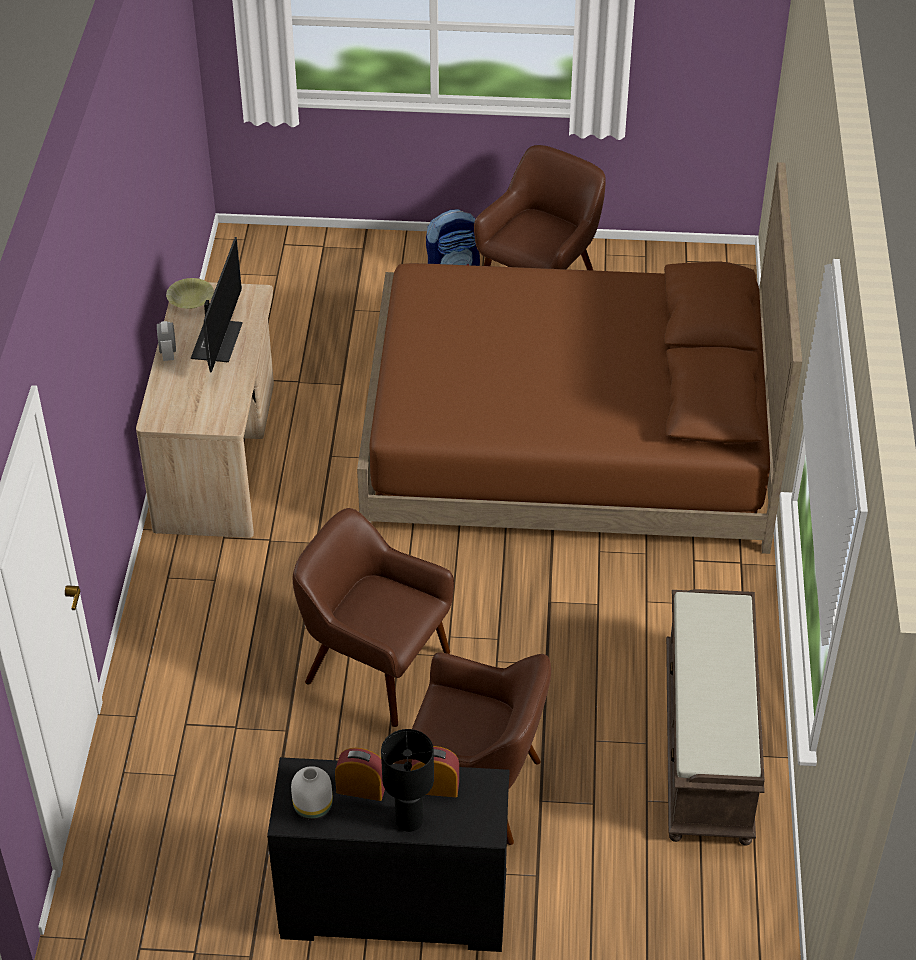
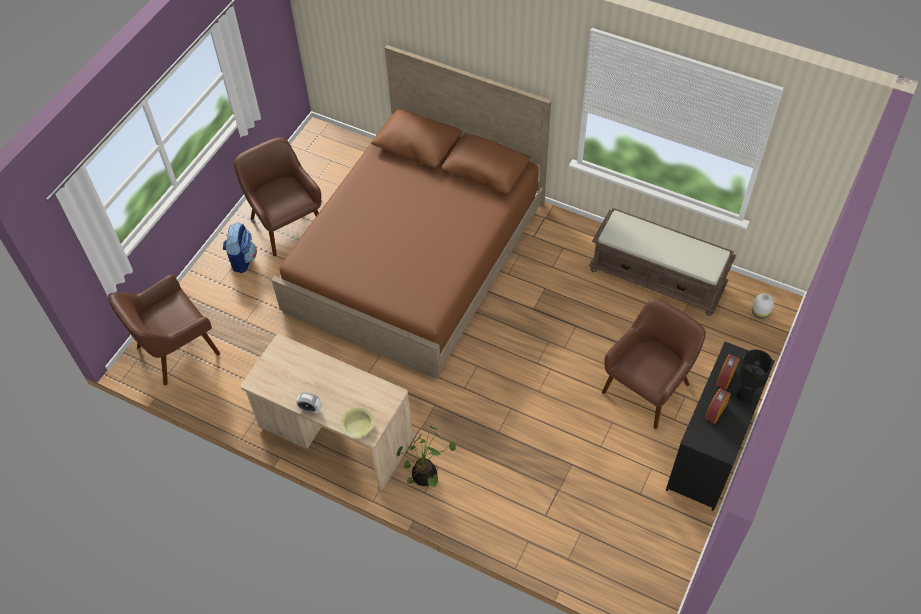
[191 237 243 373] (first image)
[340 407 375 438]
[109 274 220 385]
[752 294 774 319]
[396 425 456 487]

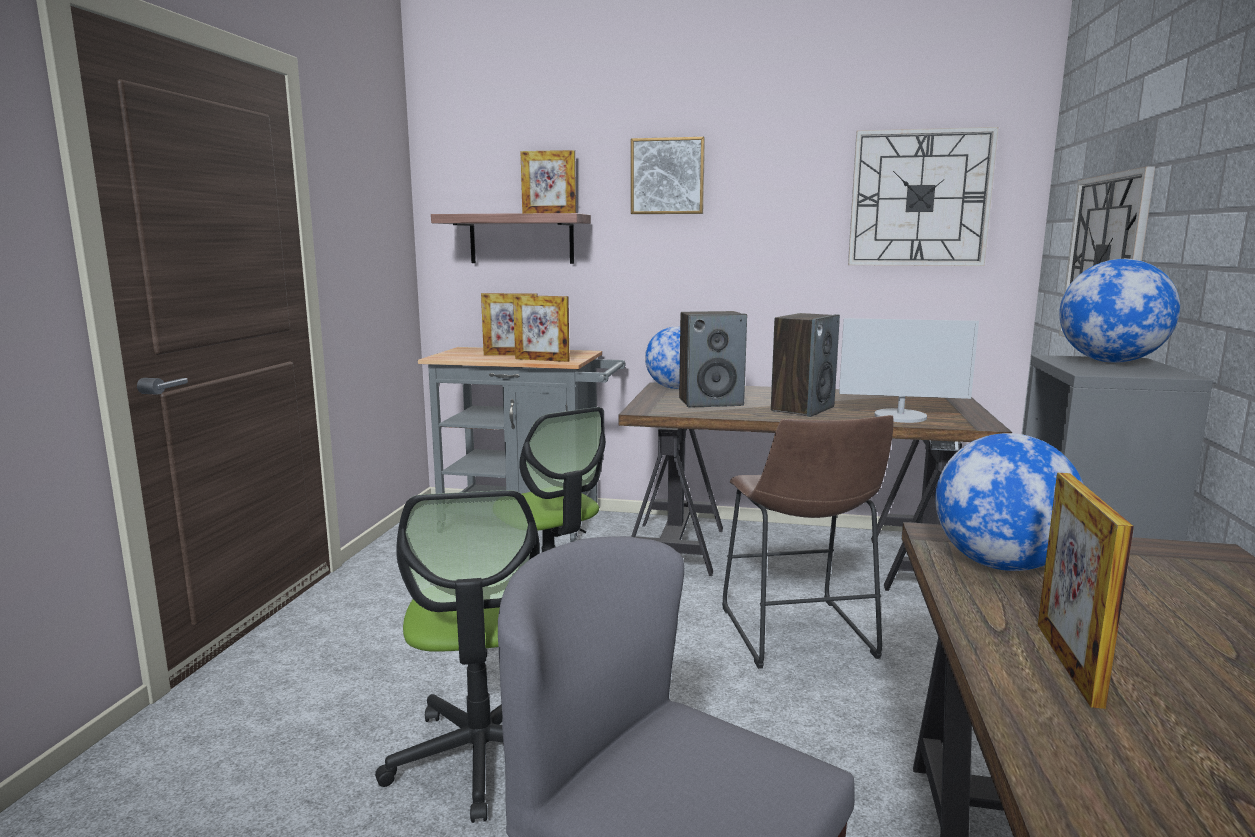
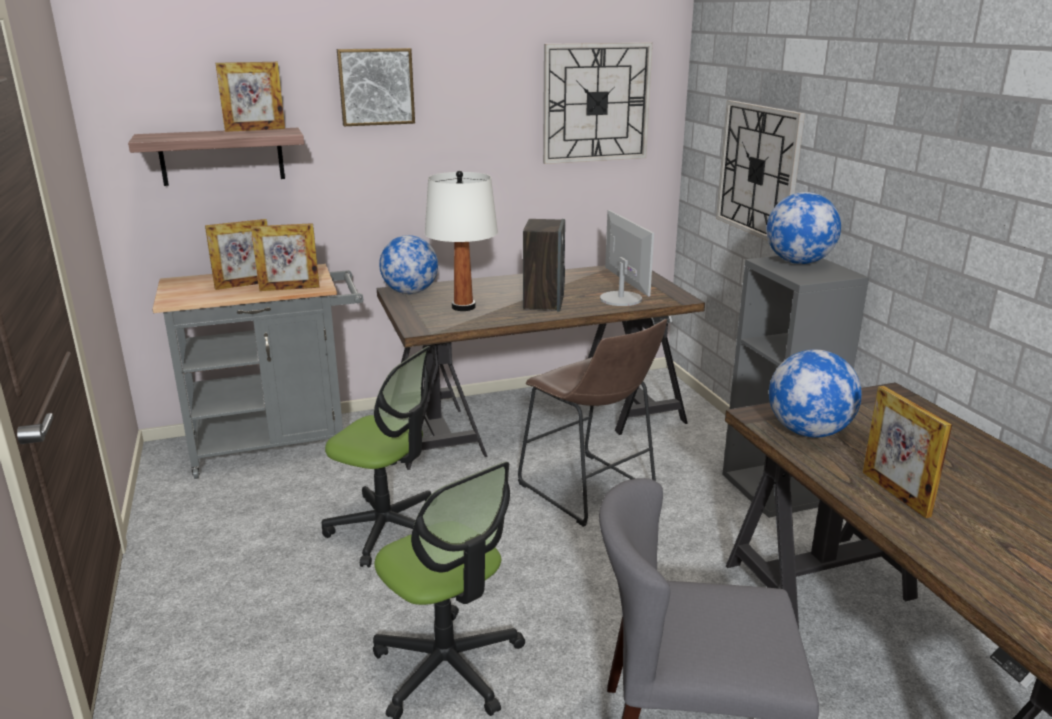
[425 170 498 311]
[600 210 654 306]

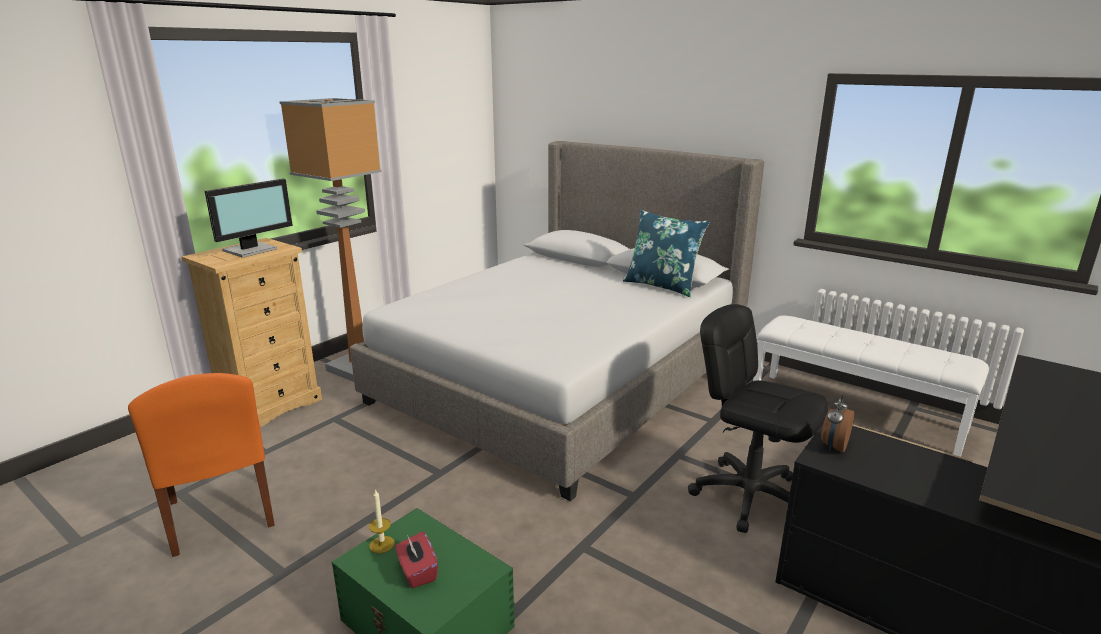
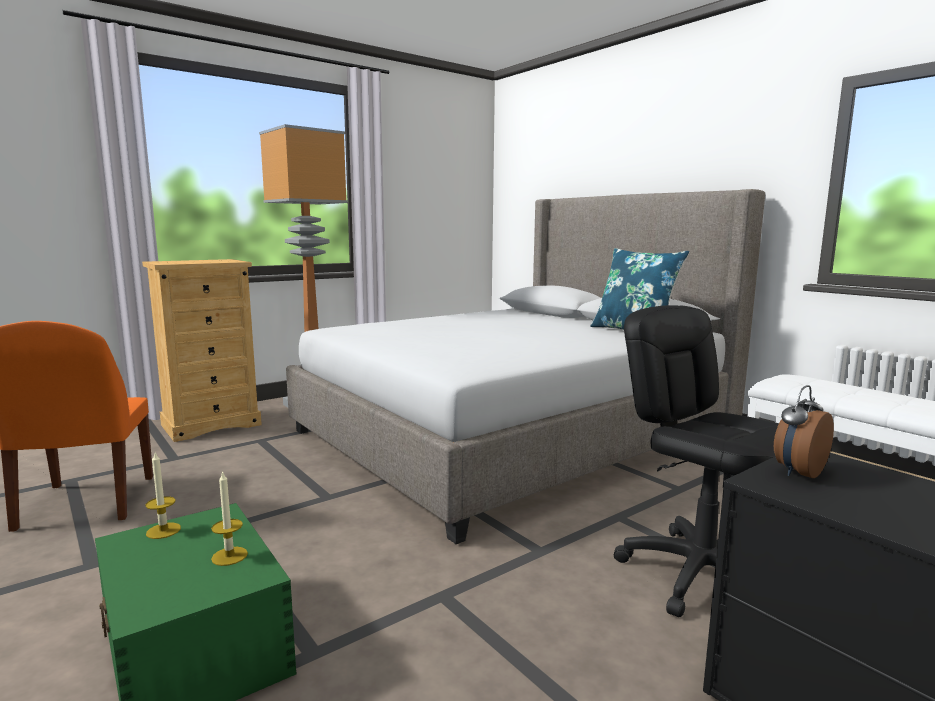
[205 179 293 258] (first image)
[395 531 438 588] (first image)
[211 471 248 566]

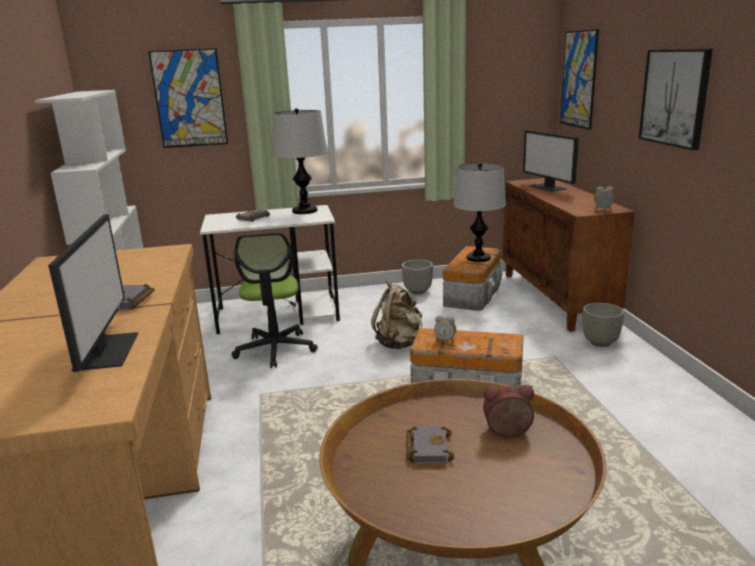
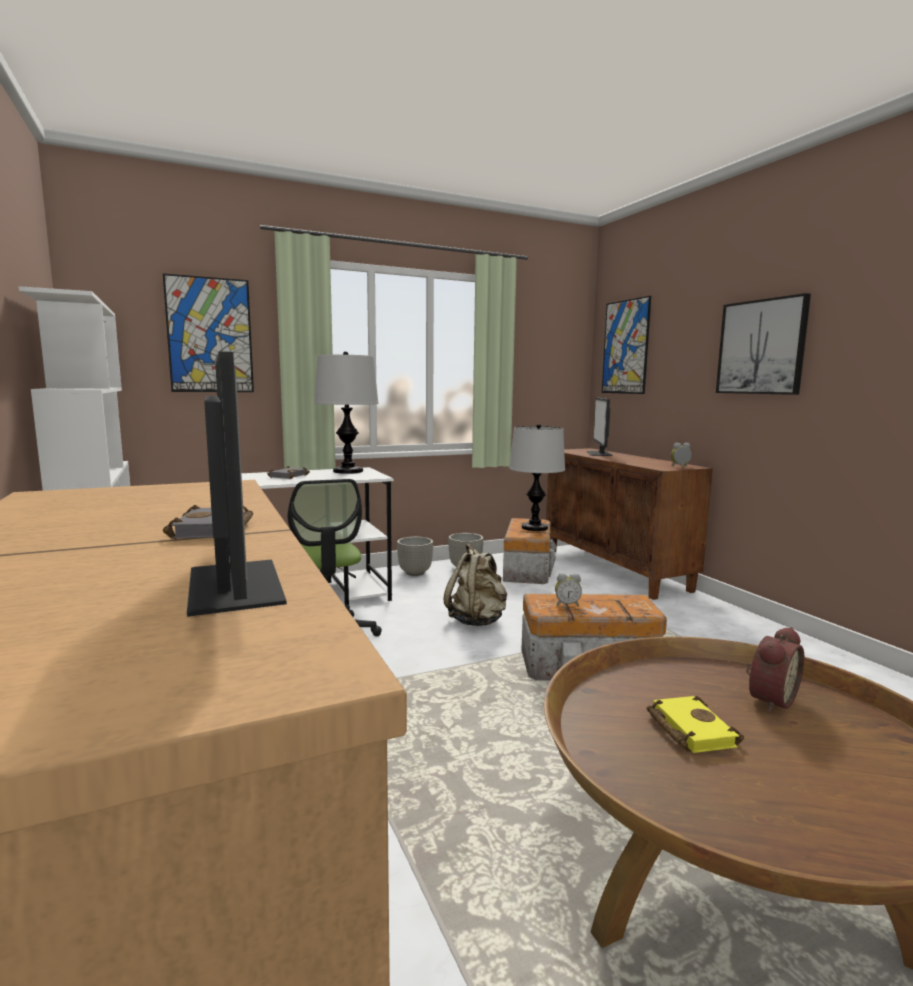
[587 398 613 456]
[397 537 433 576]
[746 627 804 712]
[646 696 744 753]

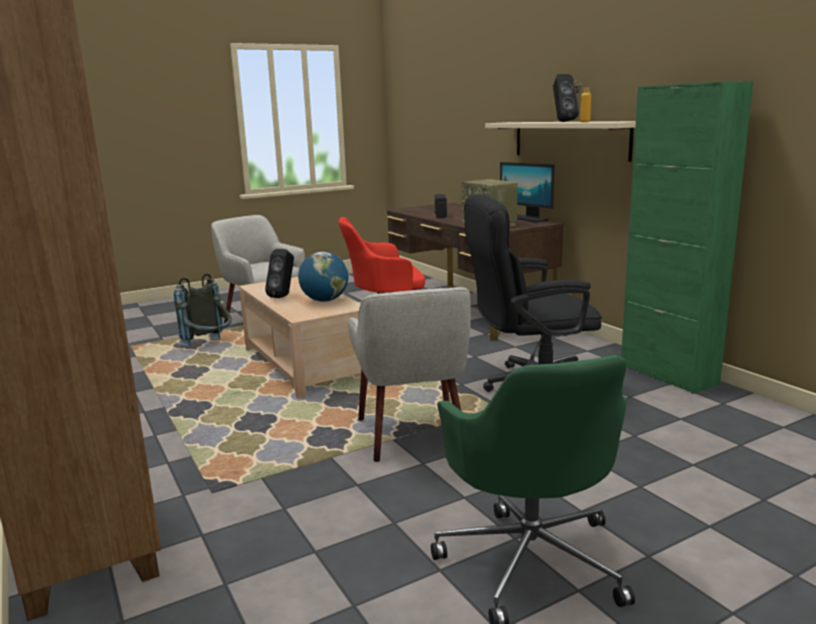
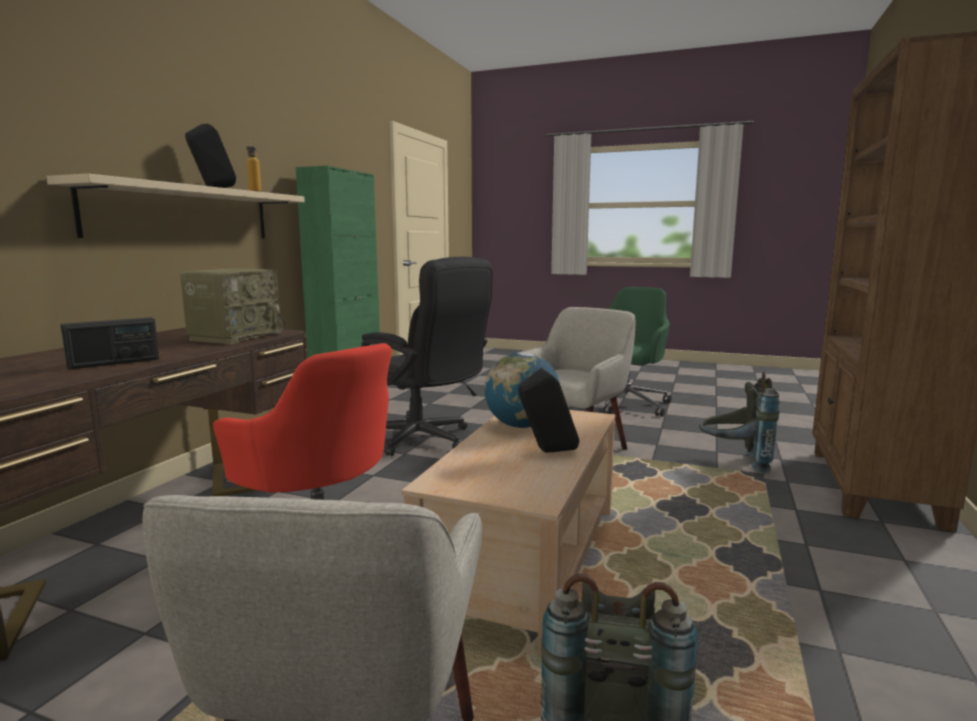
[500 162 555 223] (first image)
[699 371 779 474]

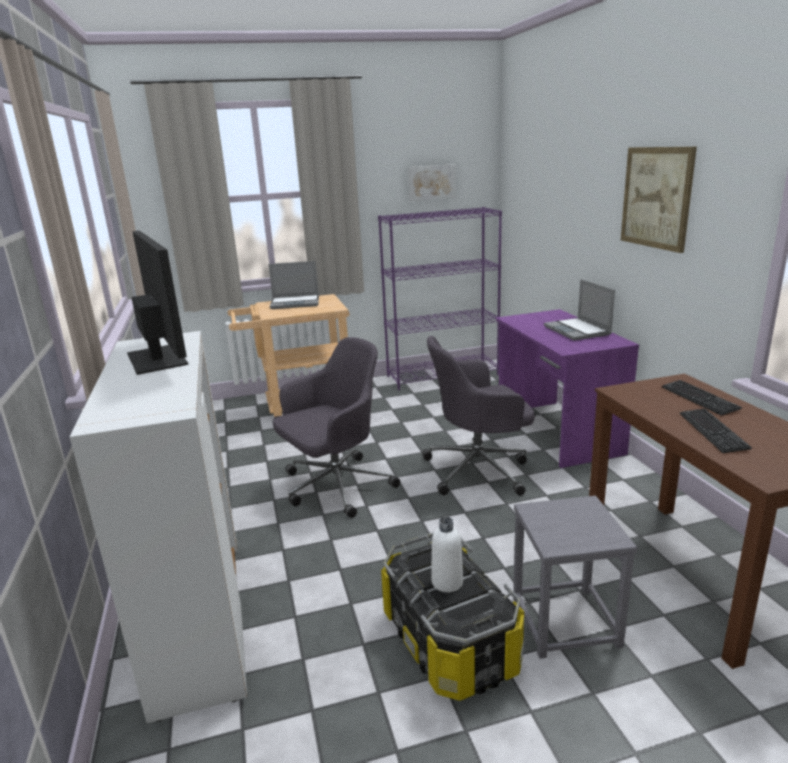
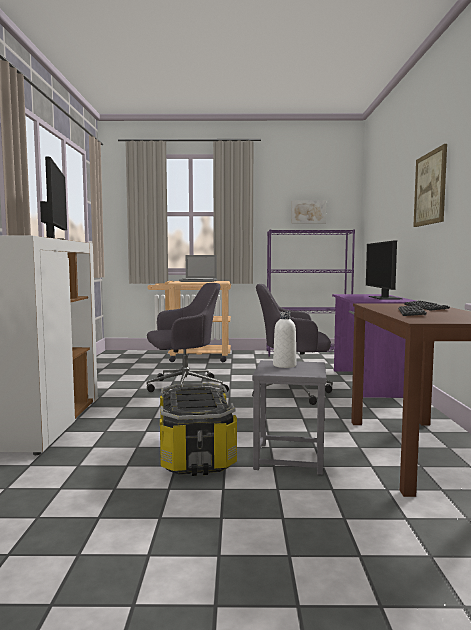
[366 241 403 299]
[273 311 297 368]

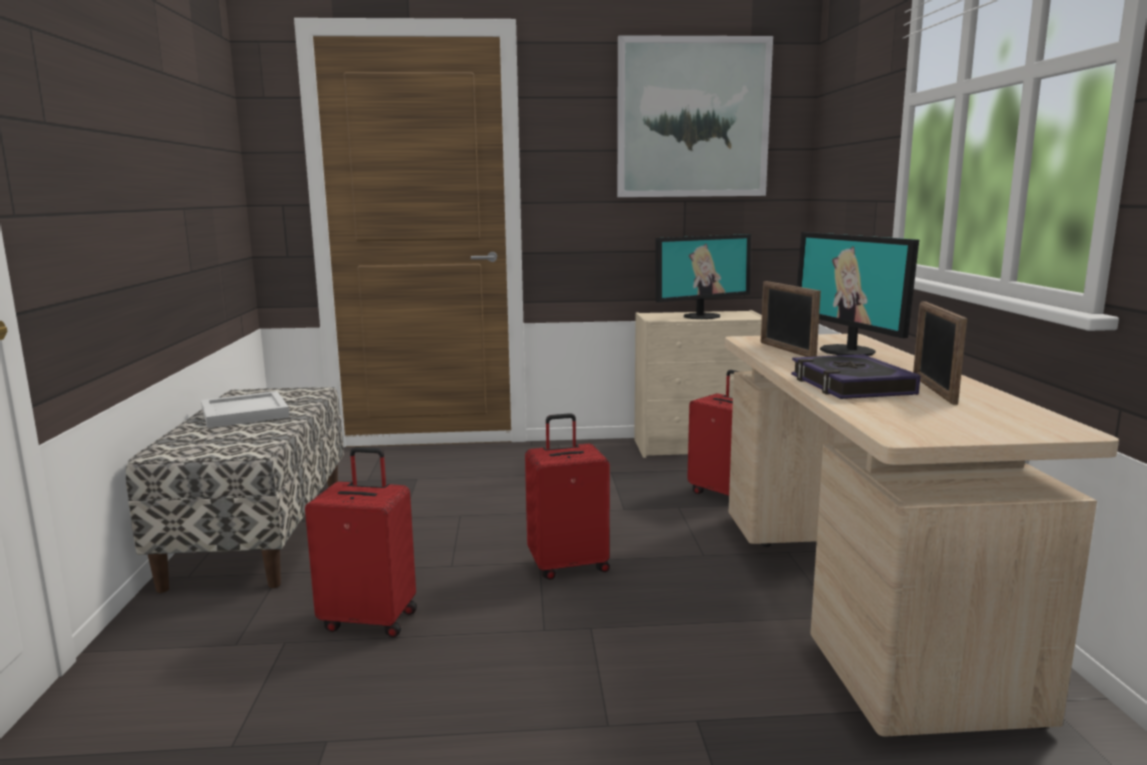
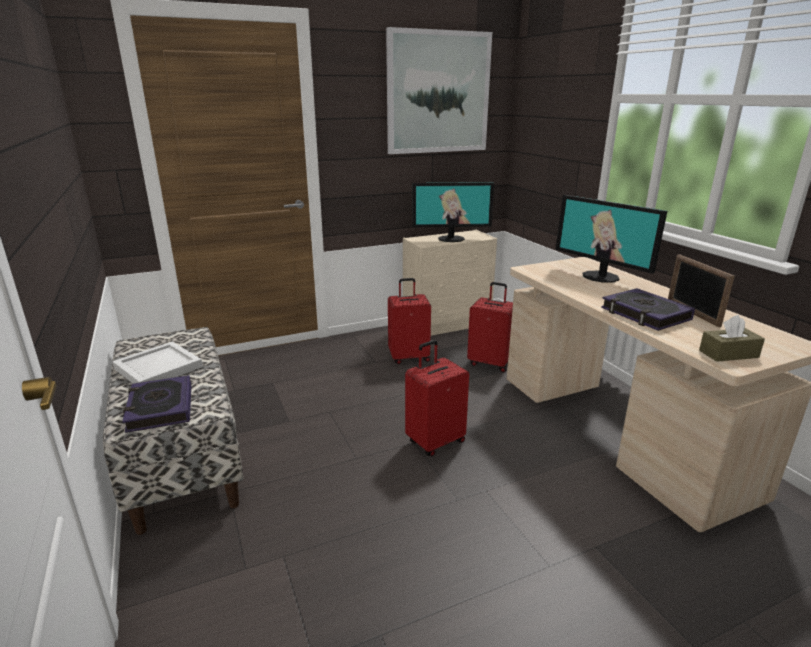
[412 182 494 242]
[761 281 821 357] (first image)
[388 278 431 364]
[699 315 765 362]
[122 375 191 433]

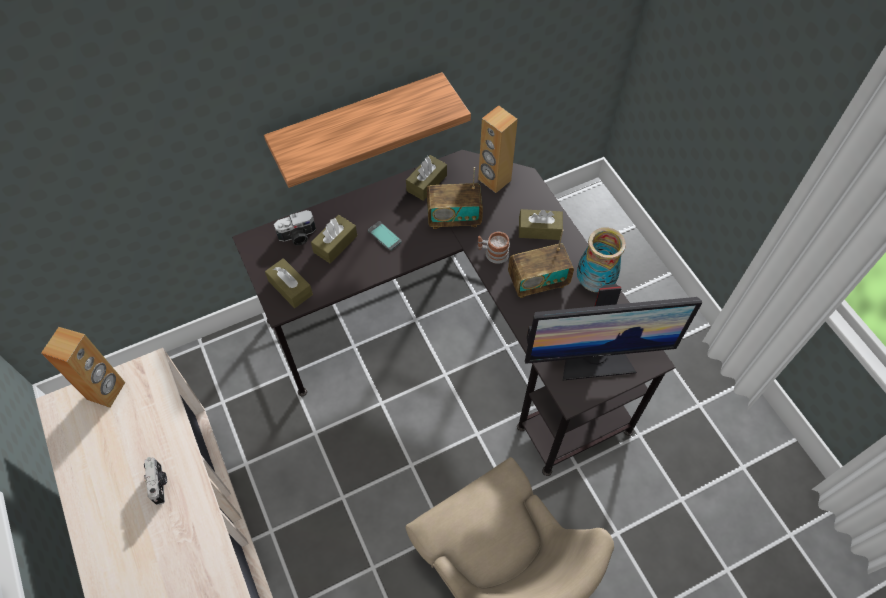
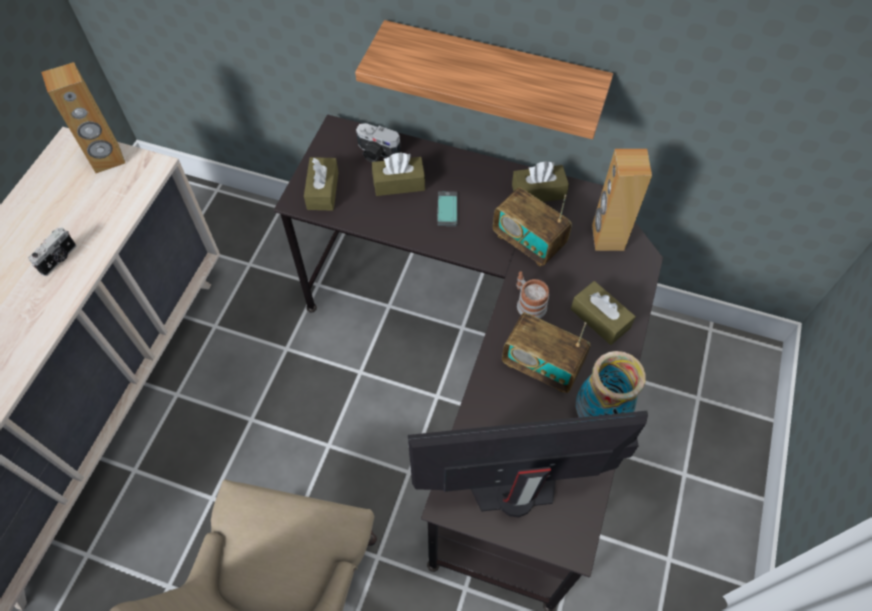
[408 411 648 518]

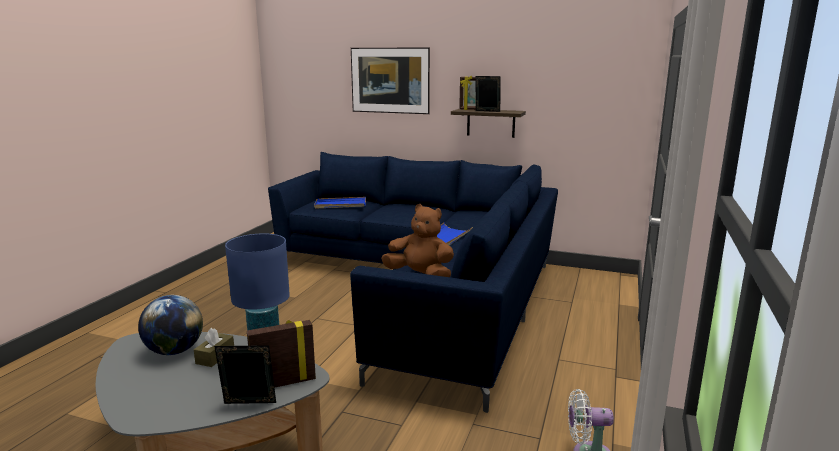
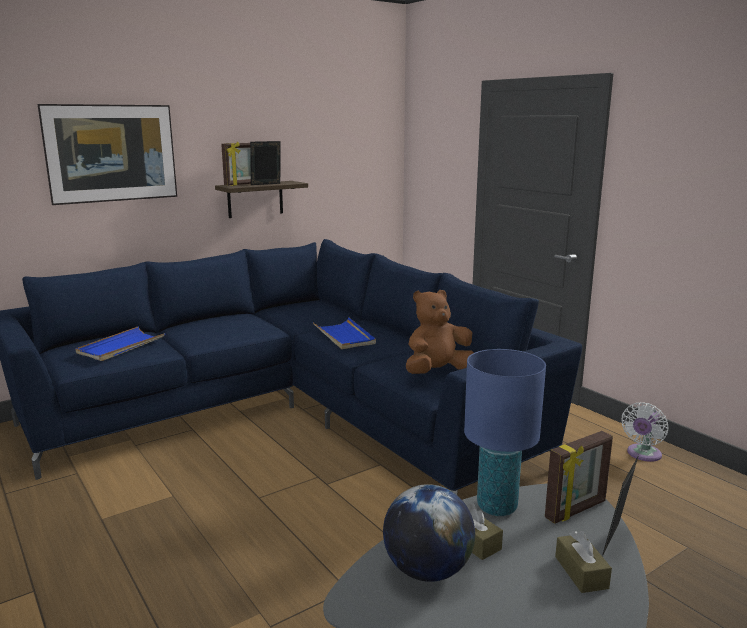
[545 431 613 524]
[555 531 612 593]

